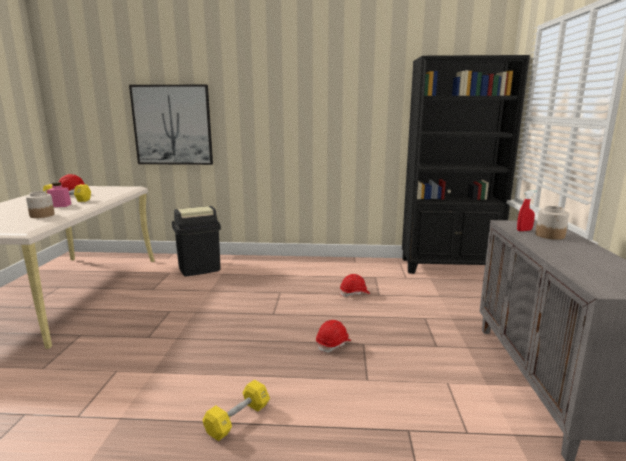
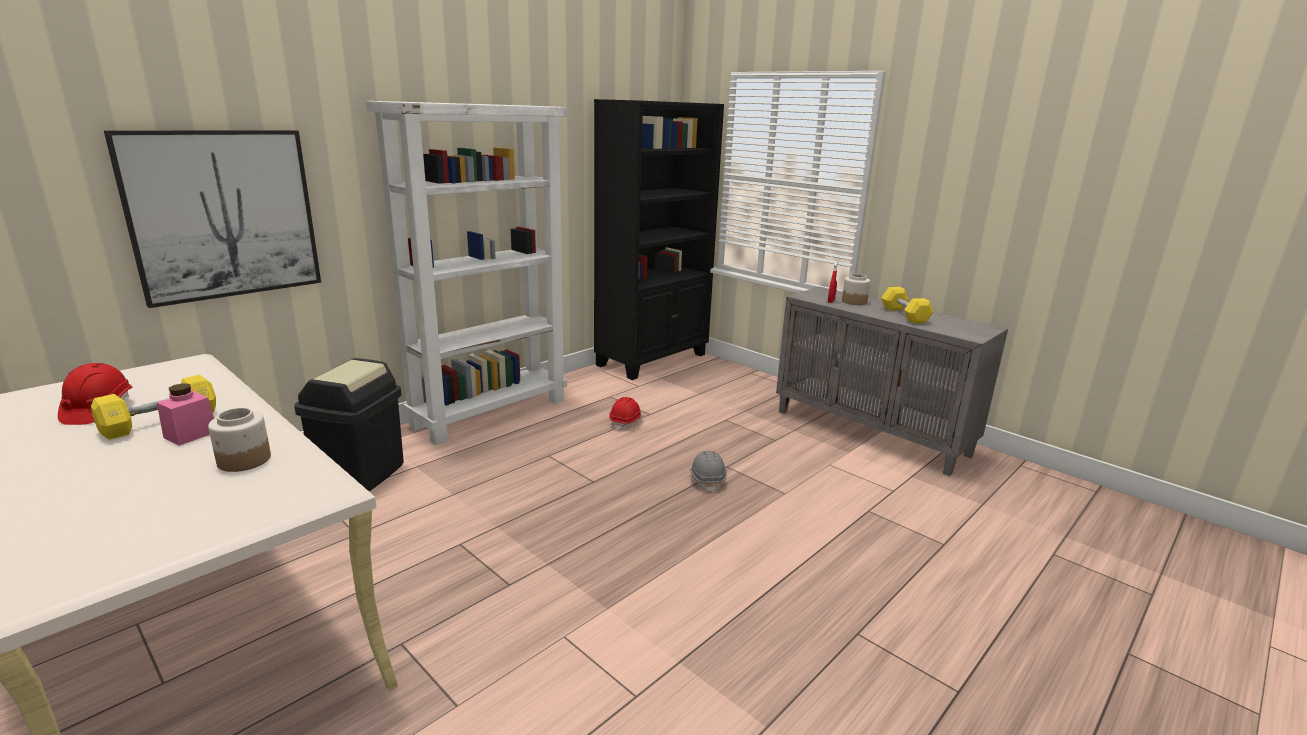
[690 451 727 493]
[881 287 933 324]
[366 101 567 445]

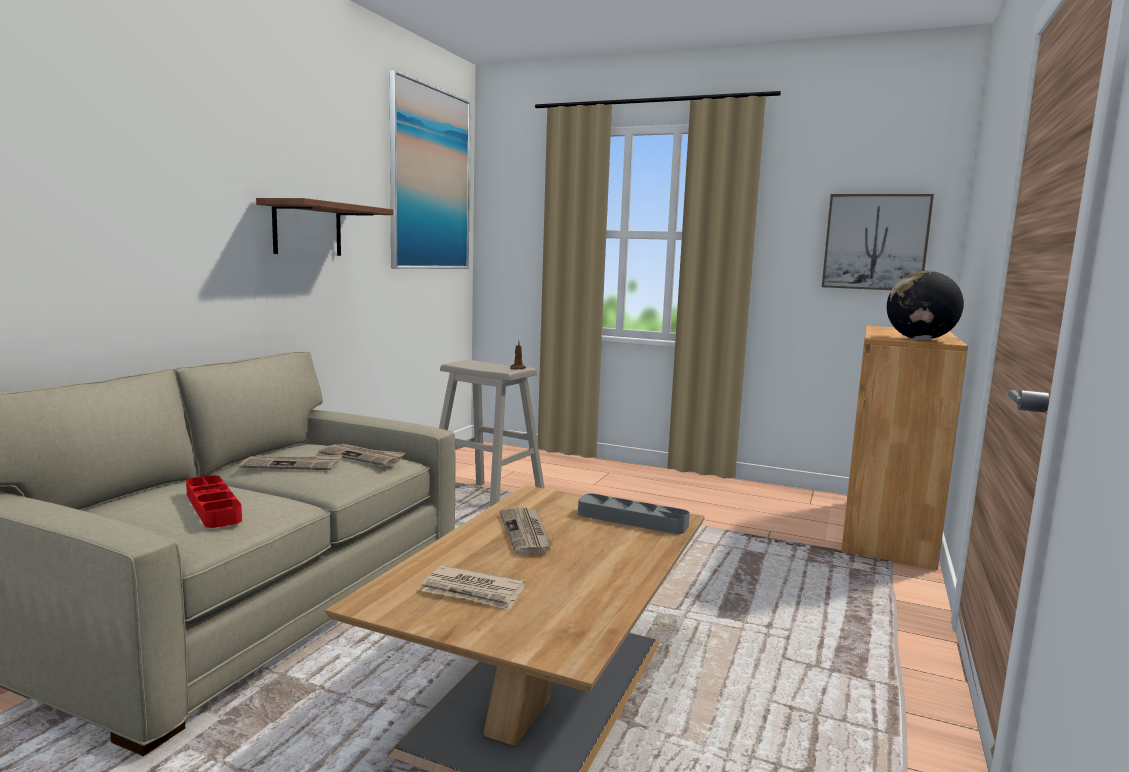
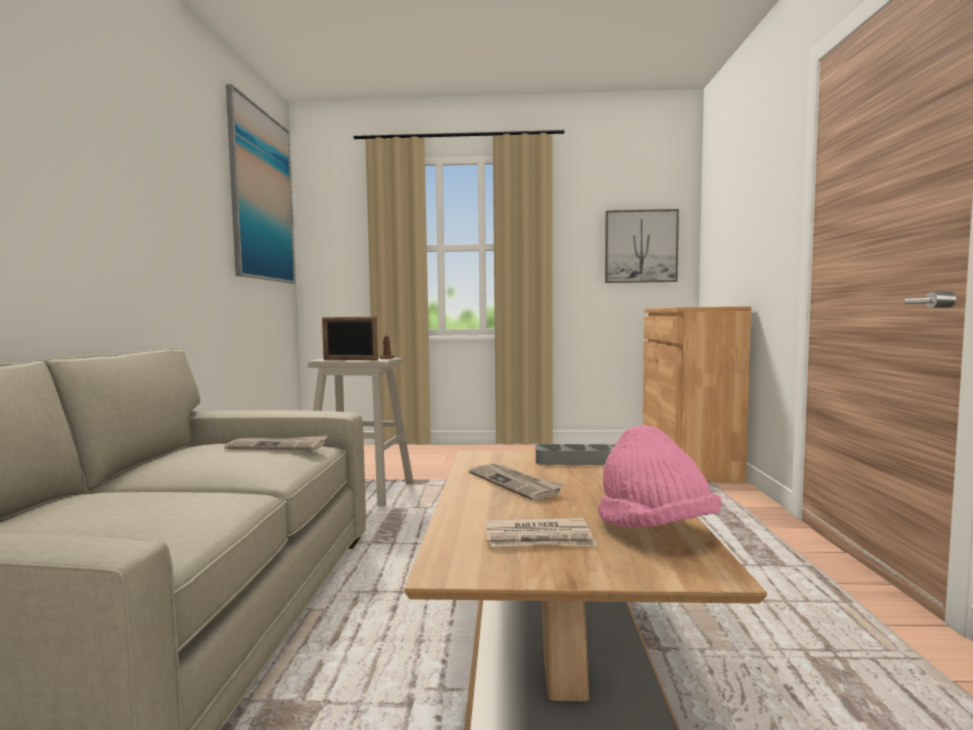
[256 198 393 256] (first image)
[887 271 964 340] (first image)
[239 455 343 470] (first image)
[186 475 242 528] (first image)
[322 317 378 360]
[598 425 721 528]

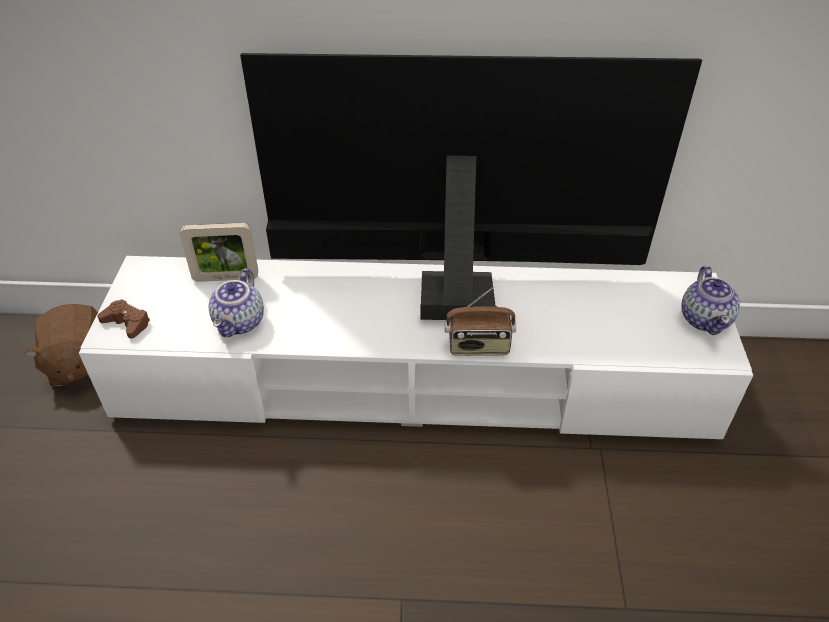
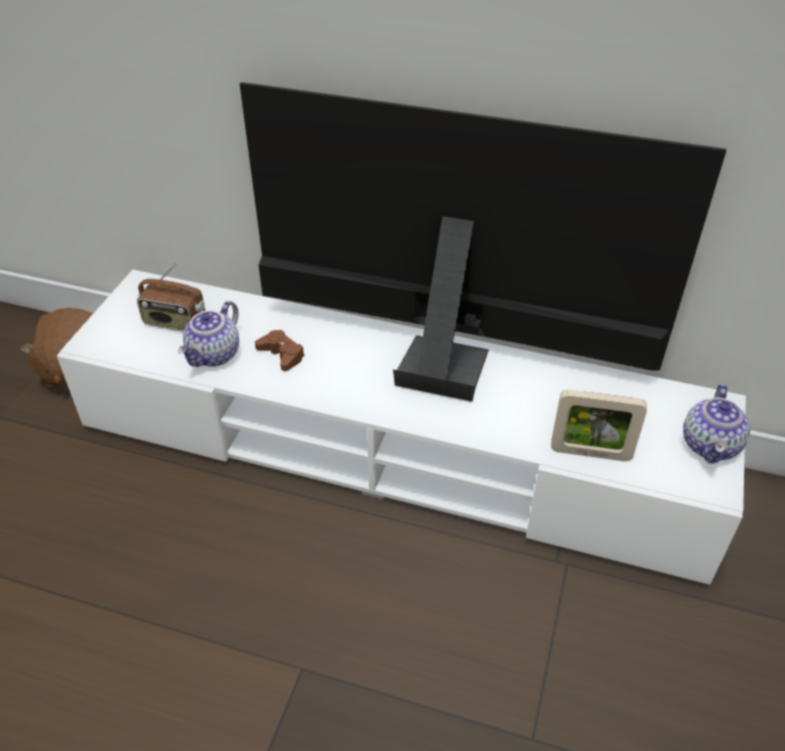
[551 390 647 461]
[137 262 205 332]
[255 330 305 371]

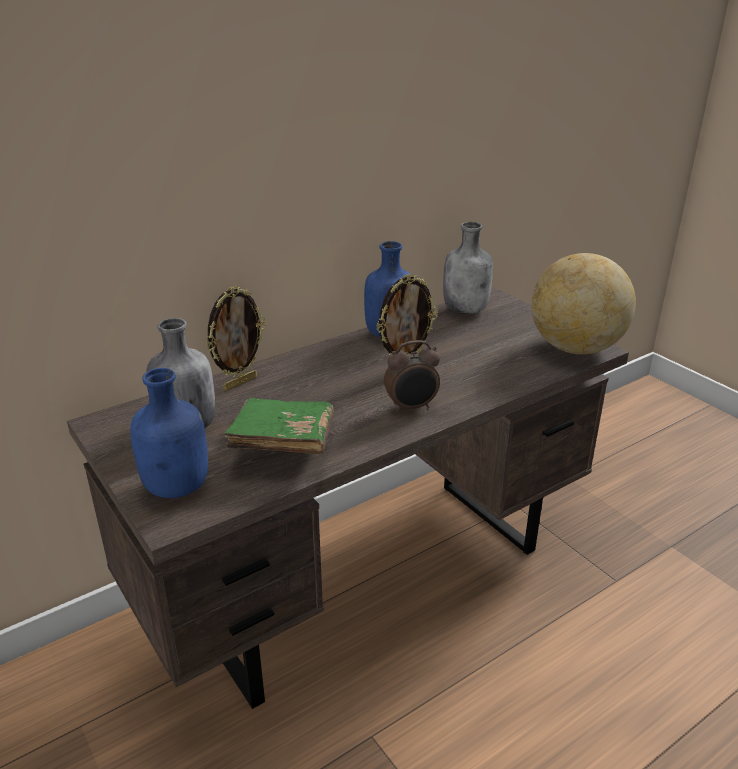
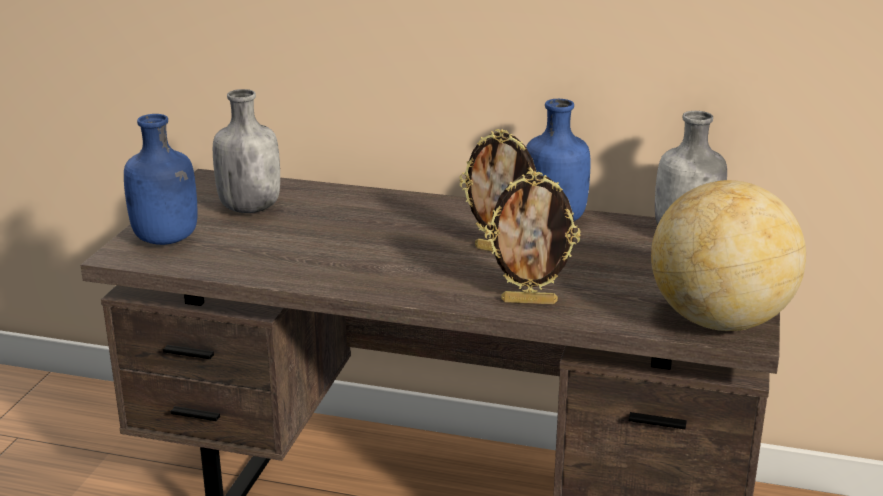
[484 171 581 304]
[384 340 440 413] (first image)
[224 398 334 455] (first image)

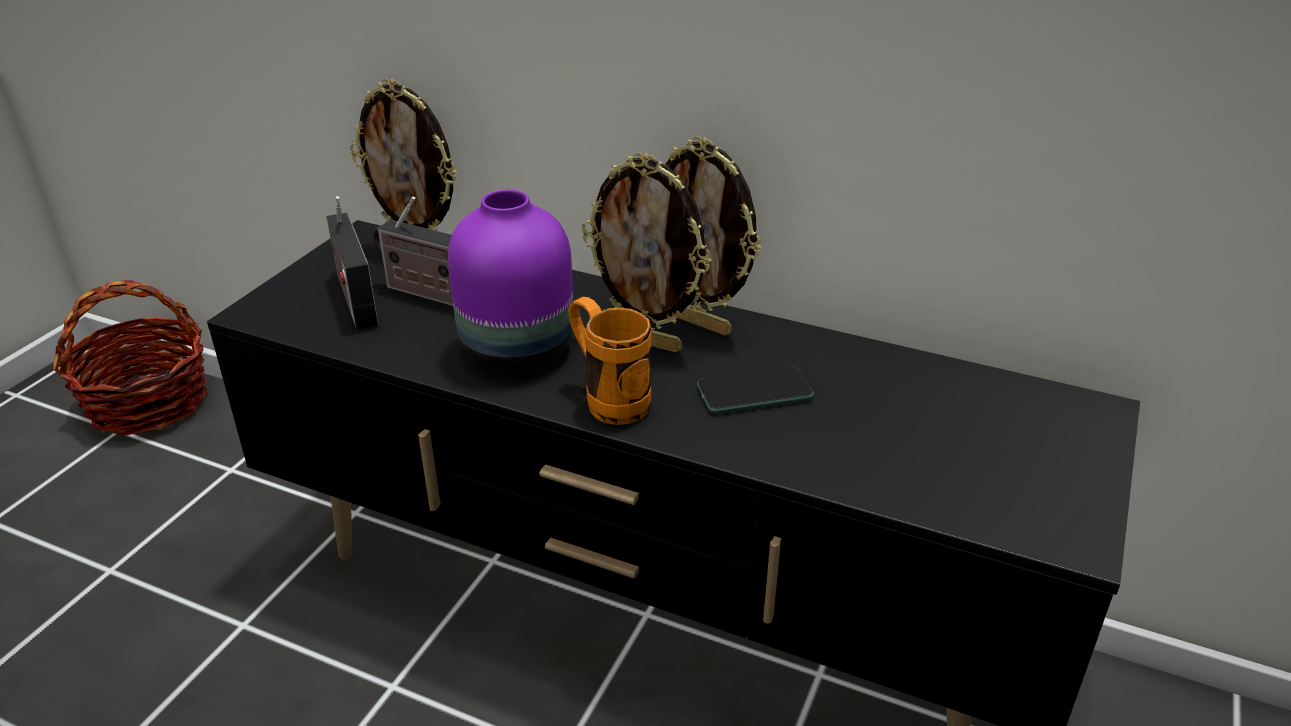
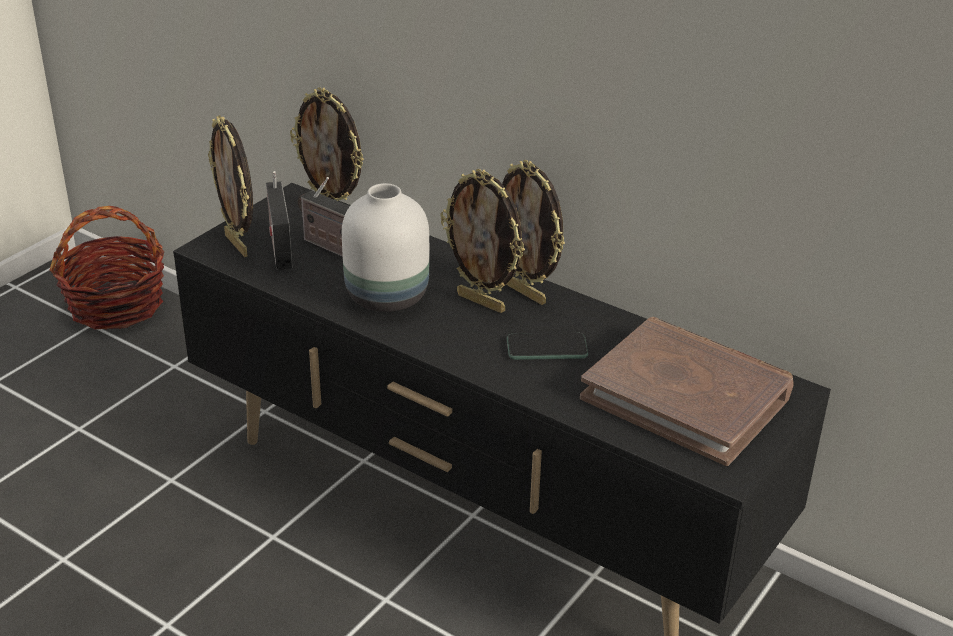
[342 183 429 312]
[568 297 651 425] (first image)
[208 115 253 257]
[580 317 794 466]

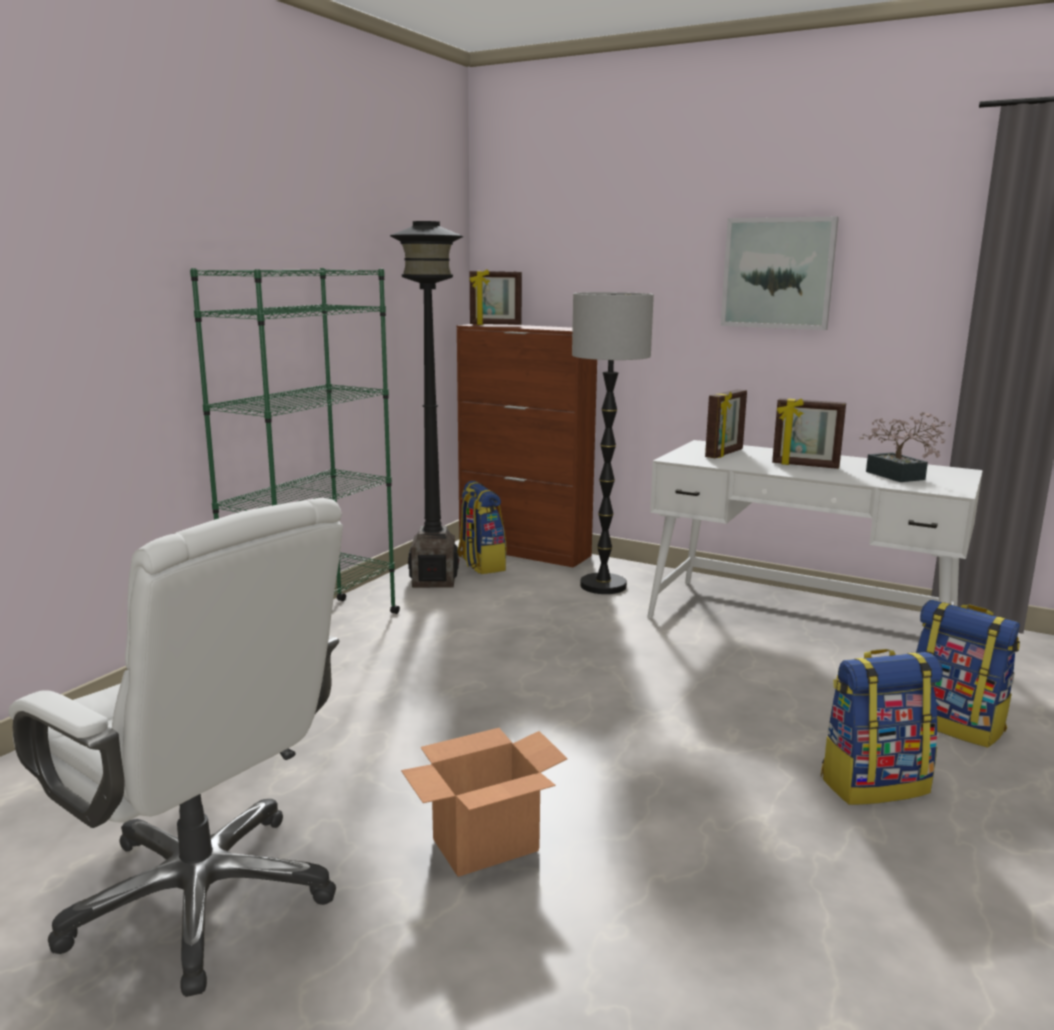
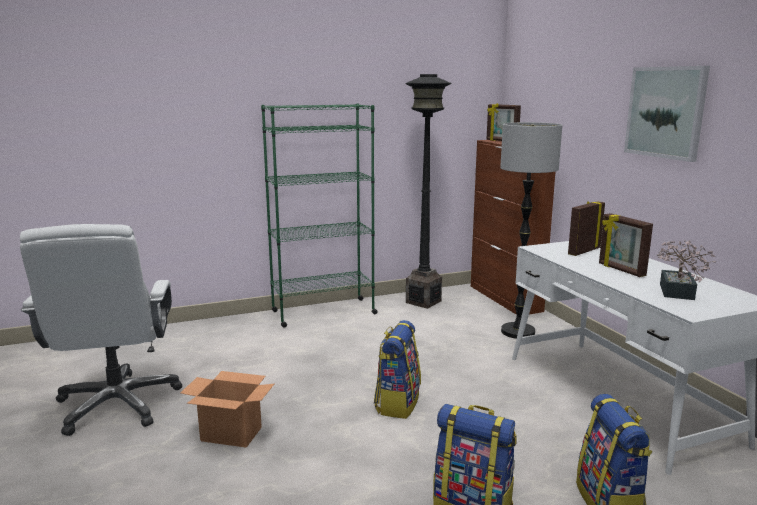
[568 201 605 256]
[374 320 421 419]

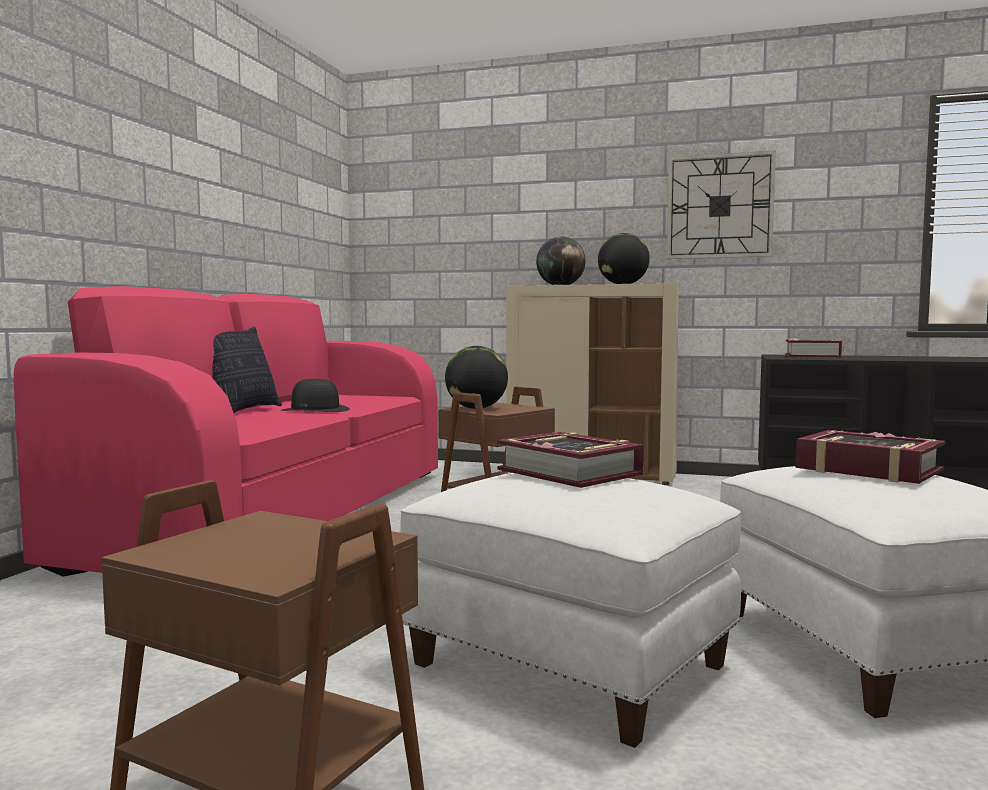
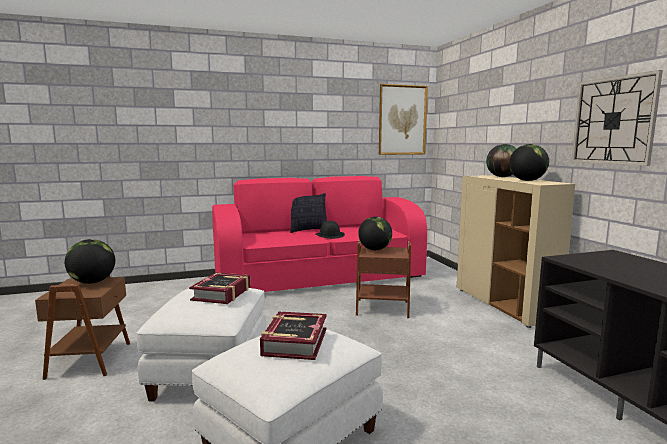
[785 338 843 358] (first image)
[379 84 428 155]
[65 239 115 284]

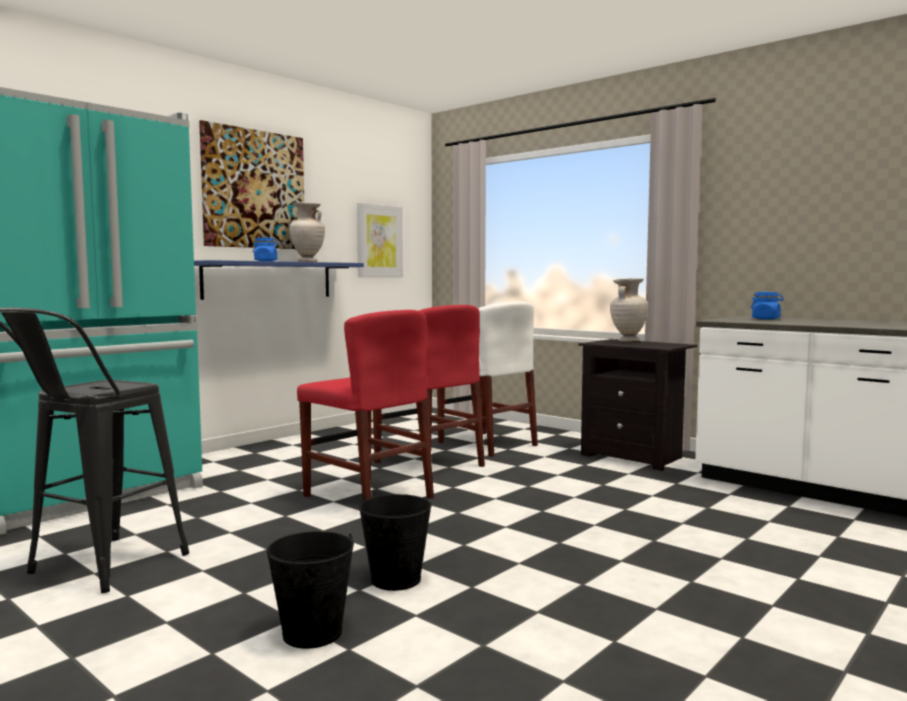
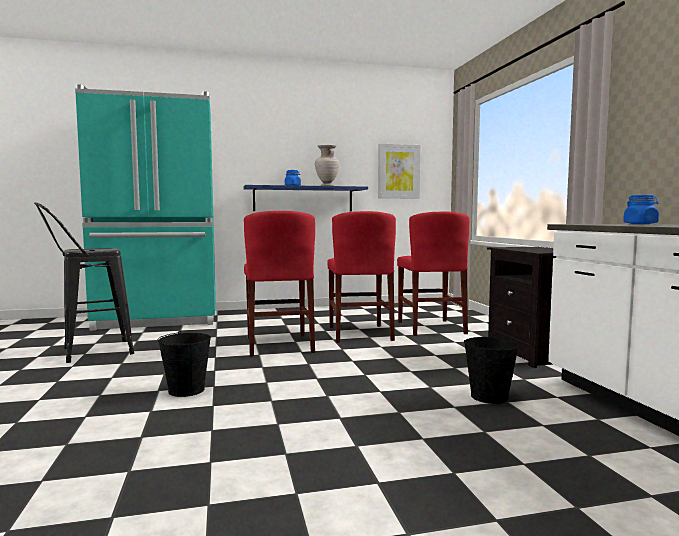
[199 120 304 249] (first image)
[610 278 648 342] (first image)
[397 212 469 336]
[464 337 519 404]

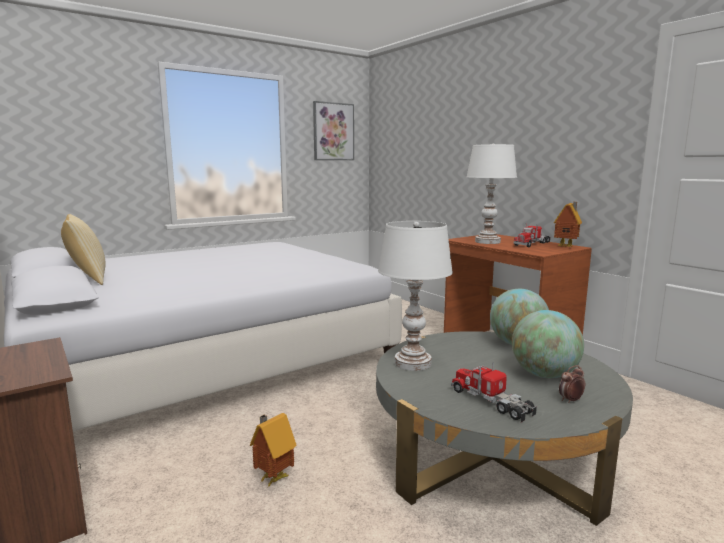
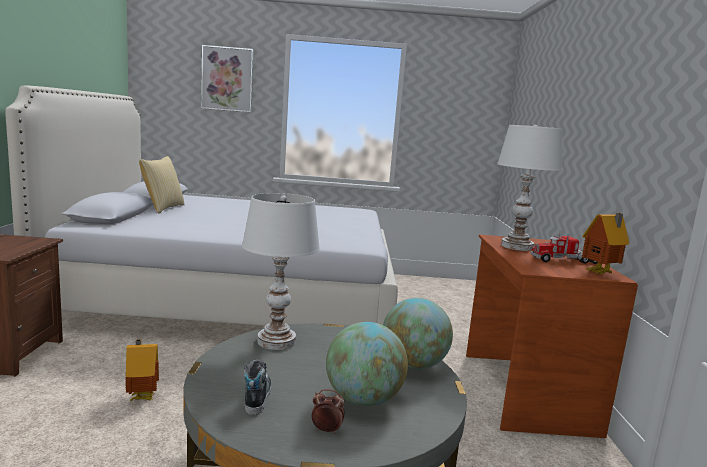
[201 45 254 112]
[244 359 271 415]

